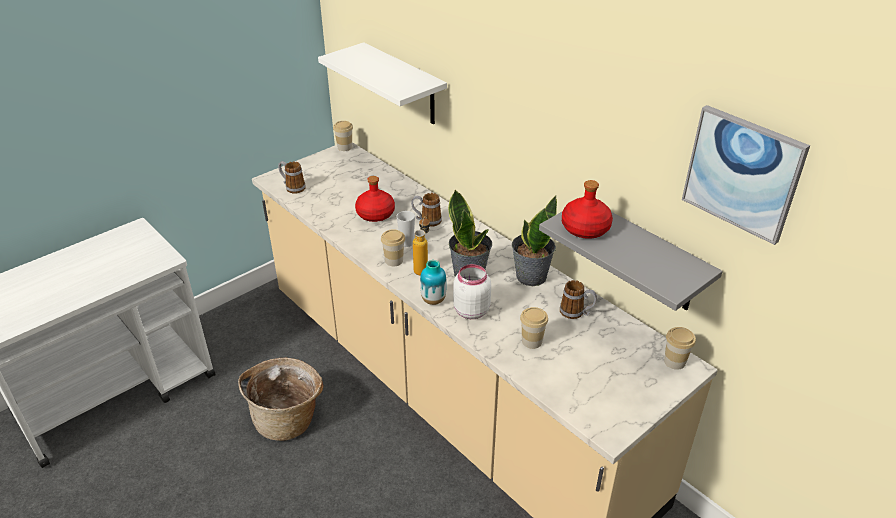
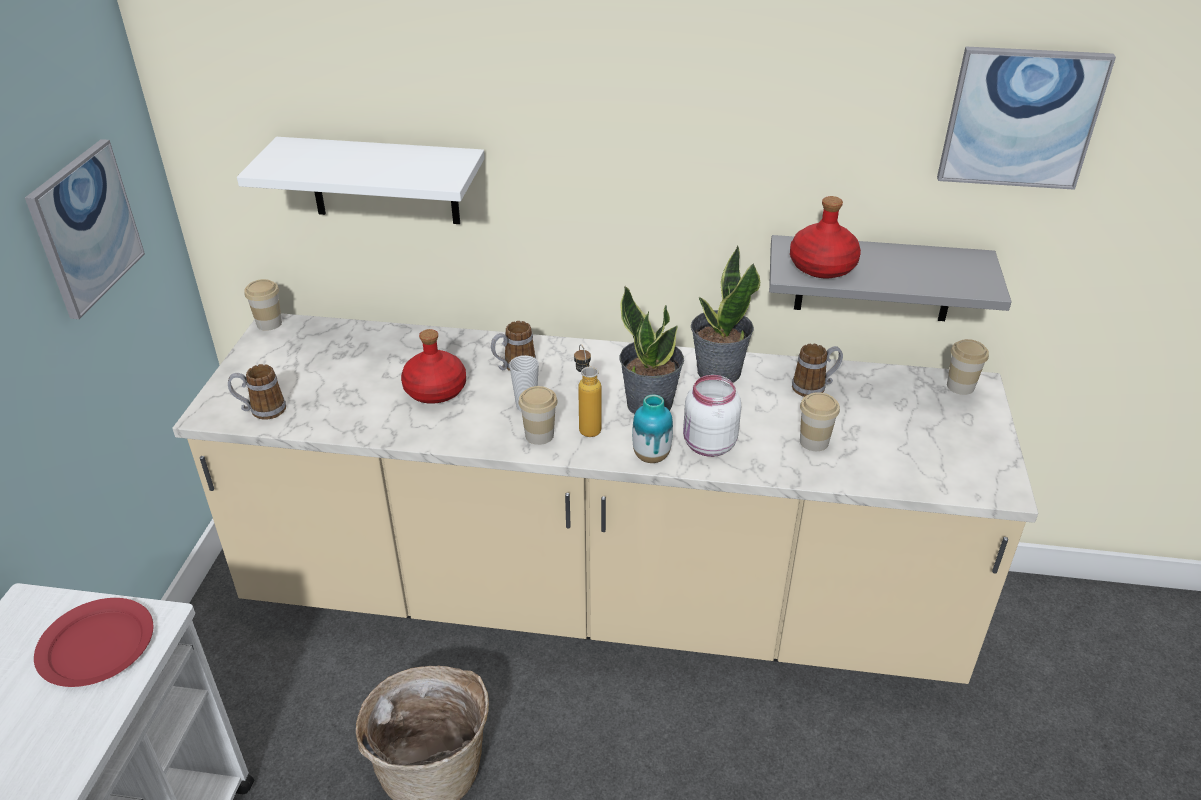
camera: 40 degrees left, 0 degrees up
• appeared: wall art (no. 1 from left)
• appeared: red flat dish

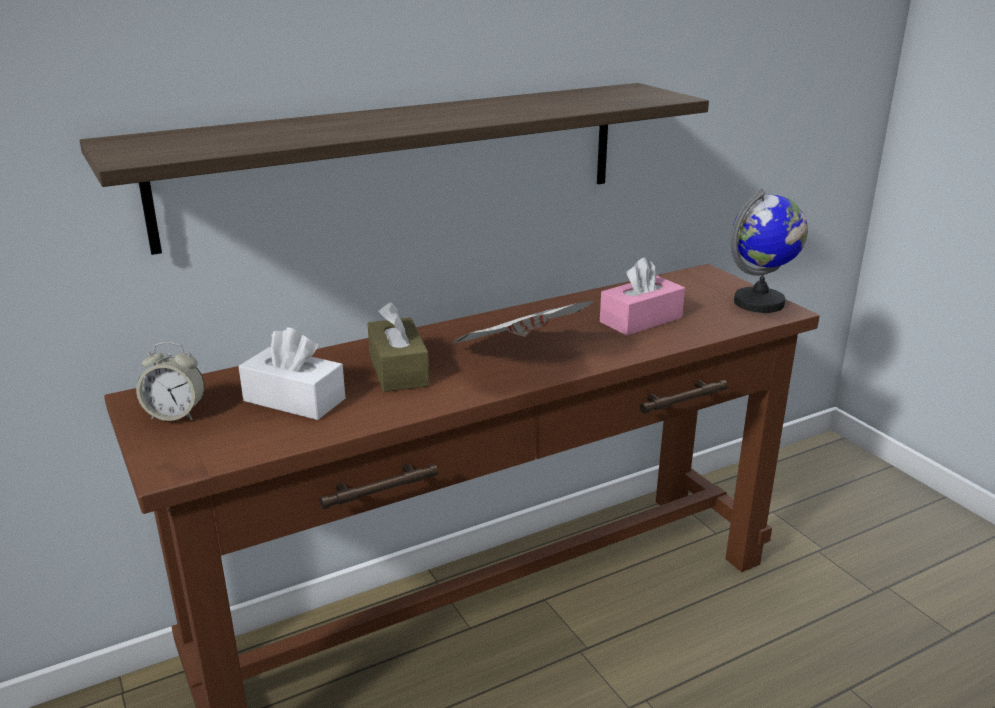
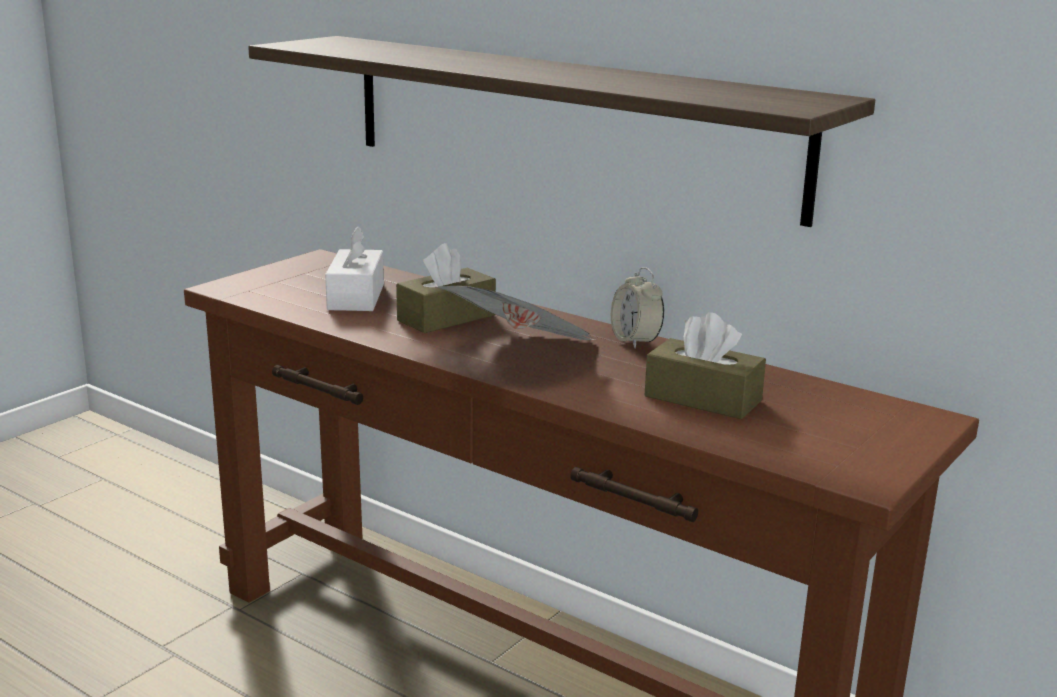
camera: 65 degrees right, 5 degrees down
• relocated: alarm clock
• colour: pink-coloured tissue holder to brown-coloured tissue holder (no. 2 from left)
• missing: world globe

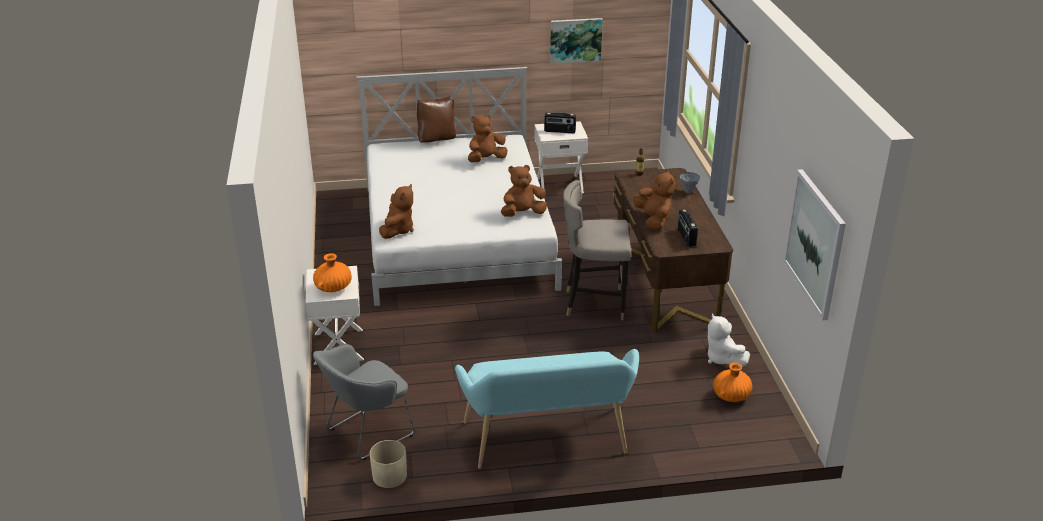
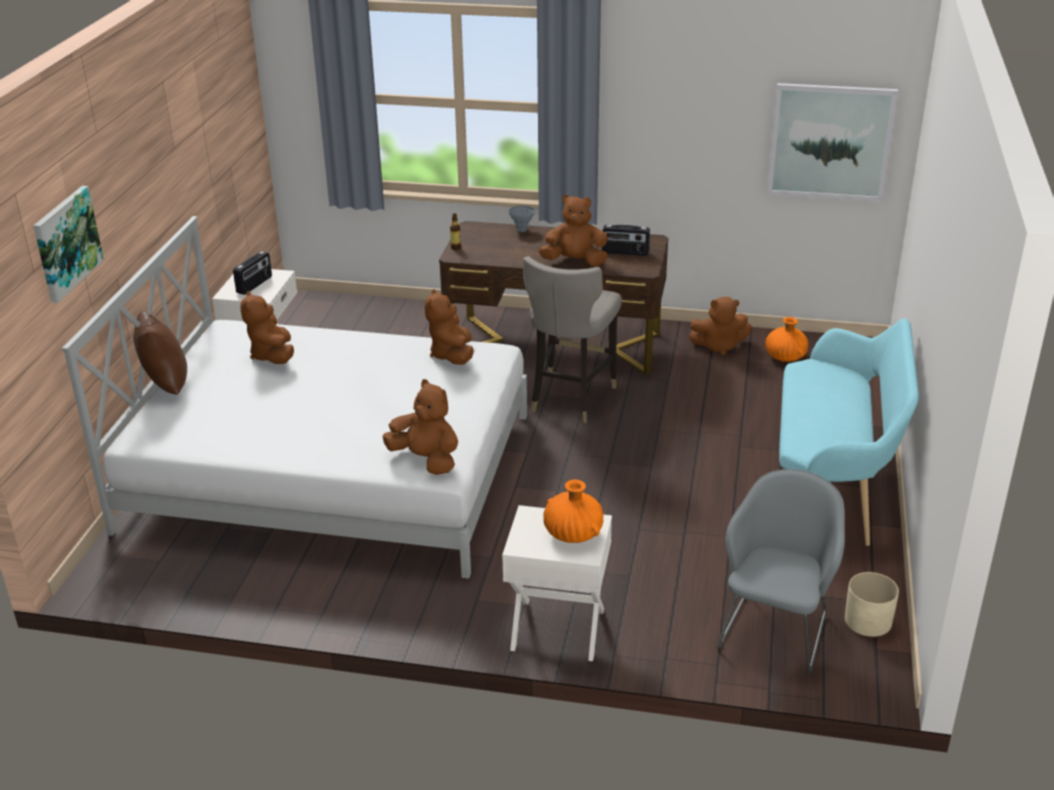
camera: 70 degrees left, 0 degrees up
• relocated: wall art (no. 1 from left)
• colour: white plush toy to brown-coloured plush toy (no. 5 from left)
• spun: gray armchair 135 degrees counterclockwise

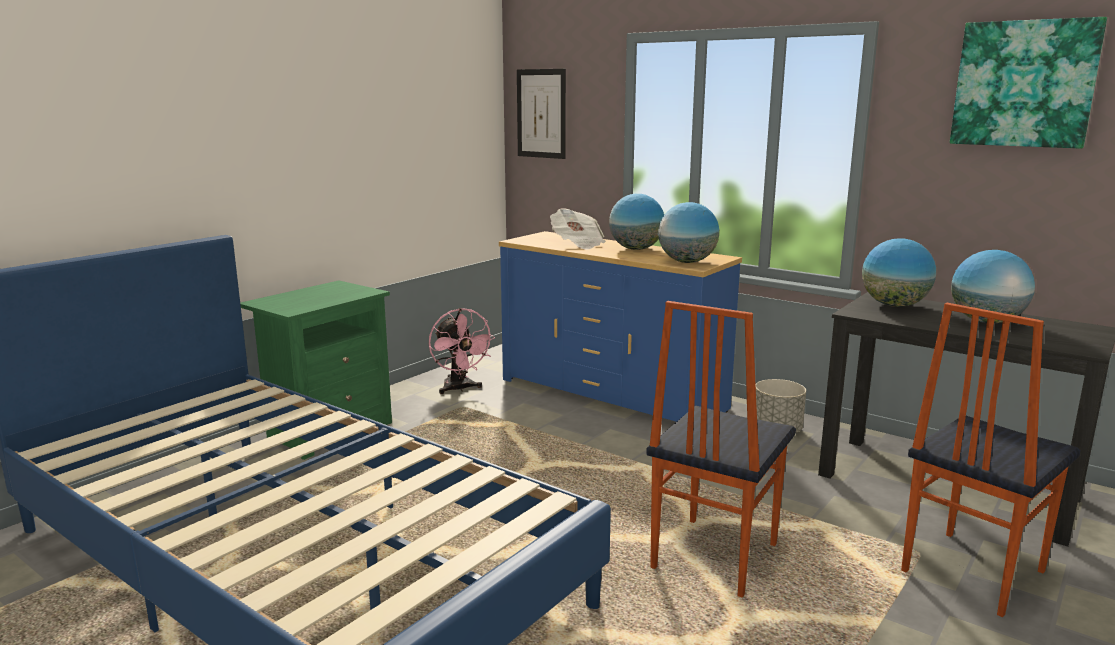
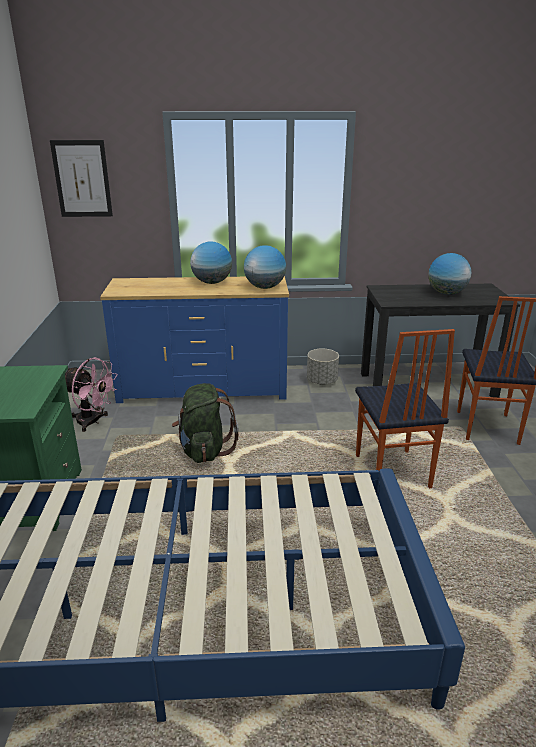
camera: 40 degrees left, 10 degrees up
• appeared: green-coloured backpack
• missing: newspaper
• missing: world globe (no. 3 from left)
• missing: wall art (no. 2 from left)

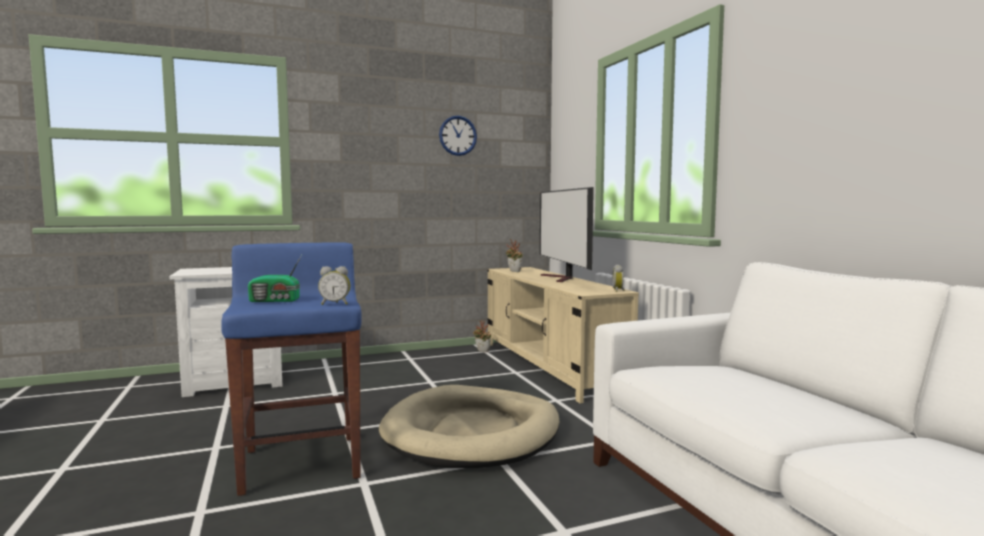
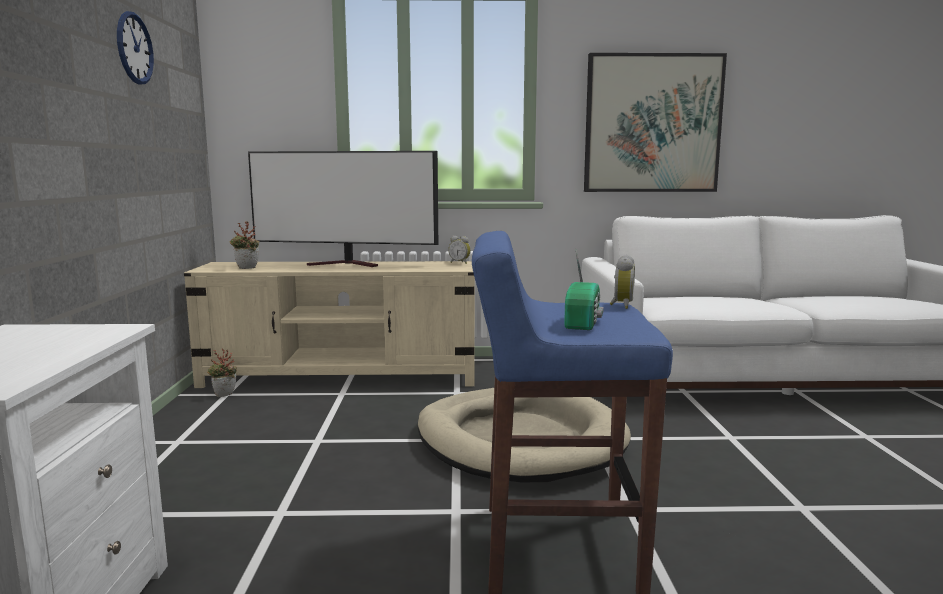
camera: 70 degrees left, 5 degrees up
• appeared: wall art

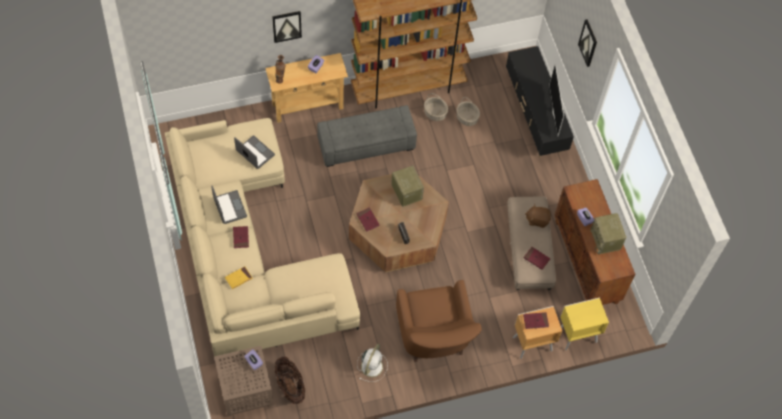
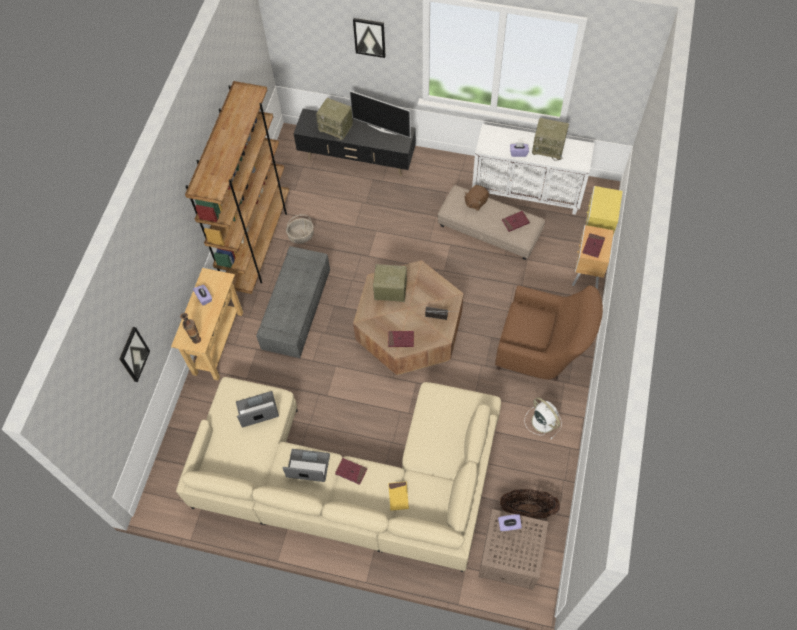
camera: 55 degrees left, 0 degrees up
• relocated: wall art (no. 1 from left)
• appeared: radio (no. 1 from left)
• colour: brown-coloured storage cabinet to white storage cabinet
• missing: basket (no. 3 from left)

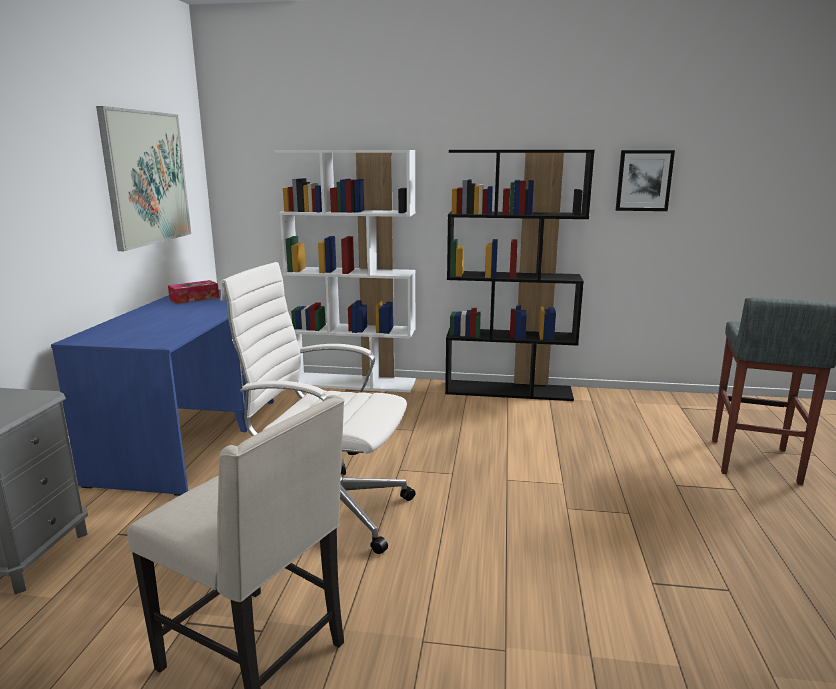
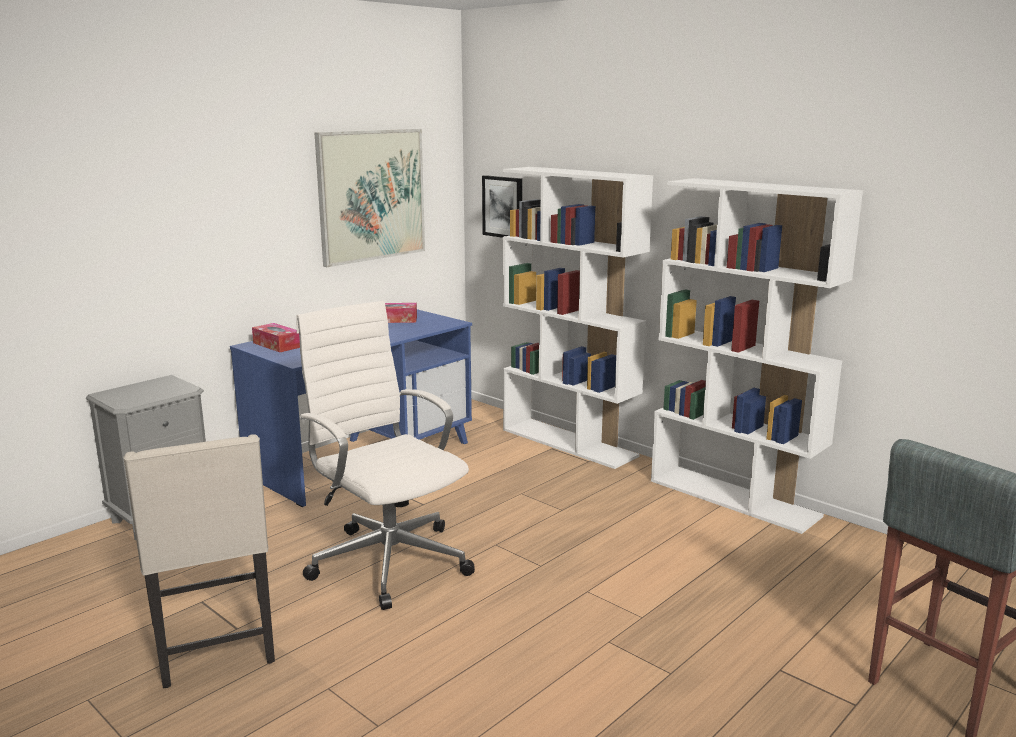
camera: 35 degrees right, 0 degrees up
• appeared: tissue holder (no. 1 from left)
• relocated: wall art (no. 2 from left)
• colour: black bookcase to white bookcase (no. 2 from left)

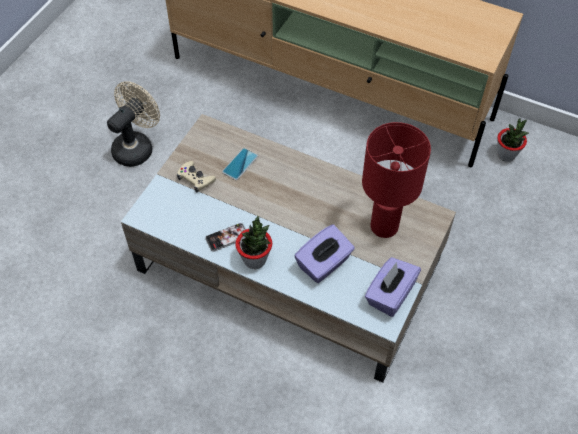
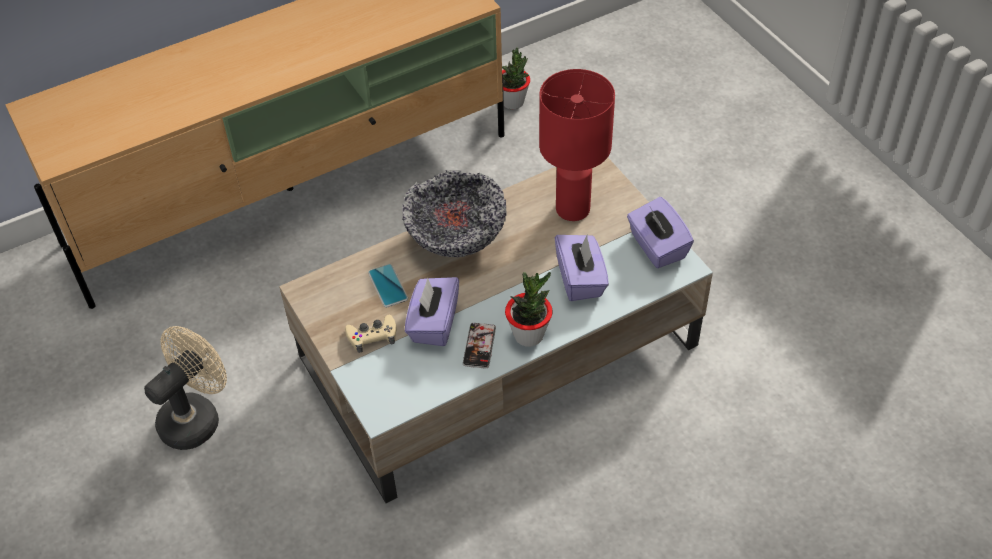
camera: 55 degrees left, 5 degrees down
• spun: sand-coloured fan 60 degrees clockwise
• appeared: bowl
• appeared: purple tissue holder (no. 1 from left)

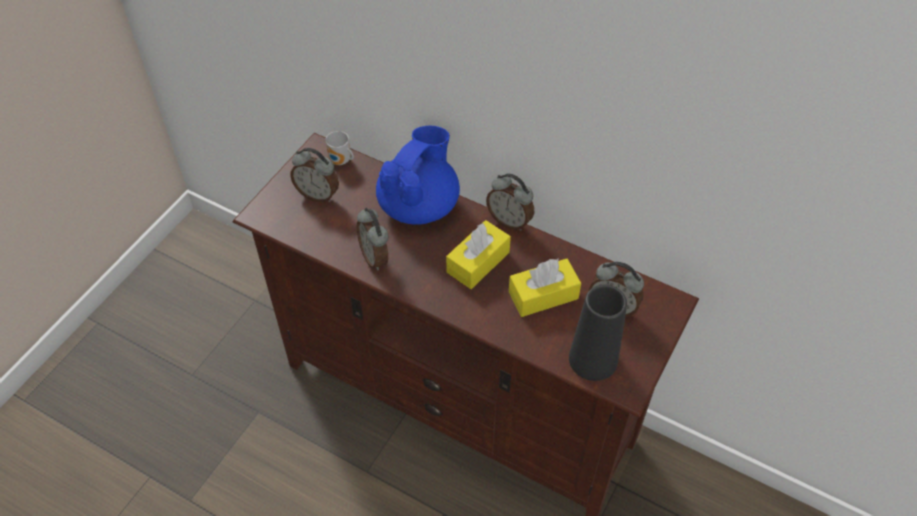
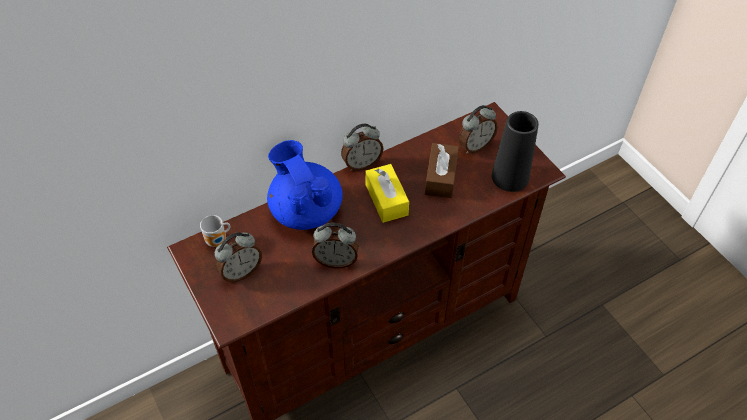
camera: 60 degrees left, 0 degrees up
• colour: yellow tissue holder (no. 2 from left) to brown-coloured tissue holder

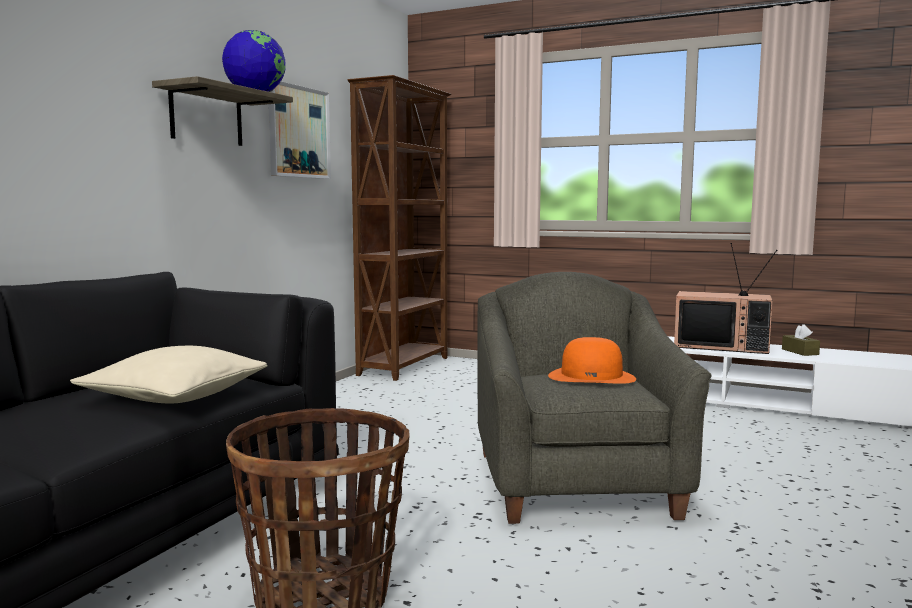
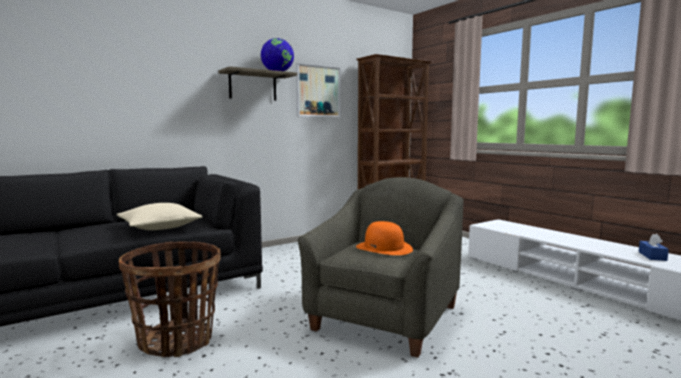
camera: 30 degrees right, 0 degrees up
• colour: brown-coloured tissue holder to blue tissue holder
• missing: TV

